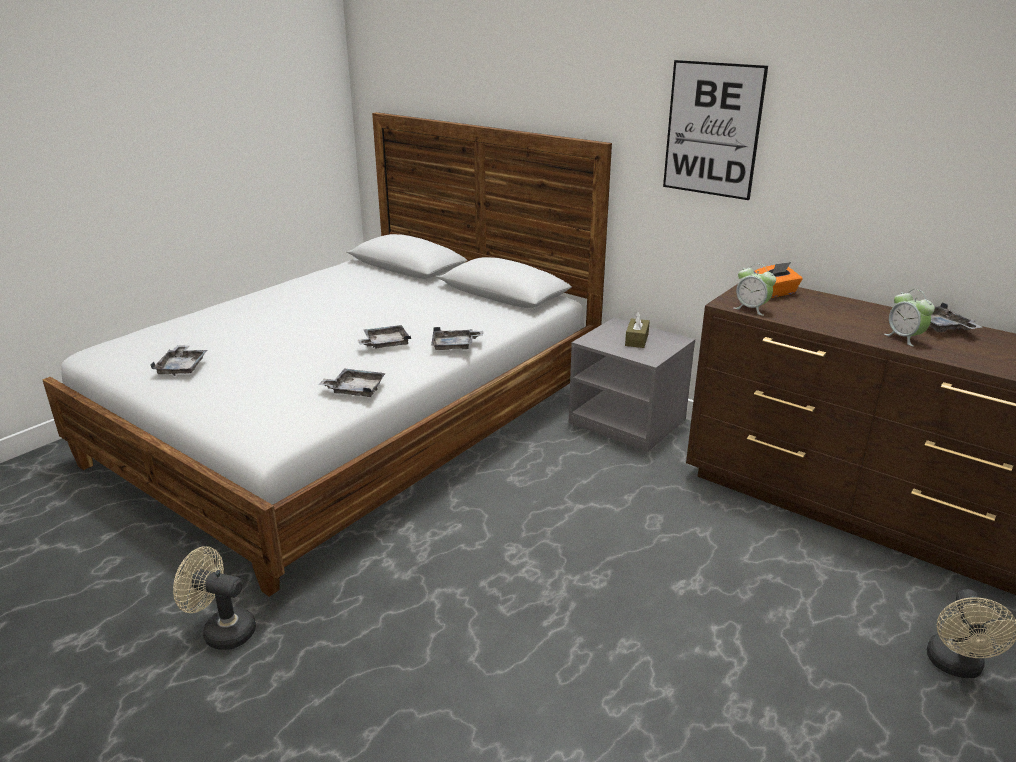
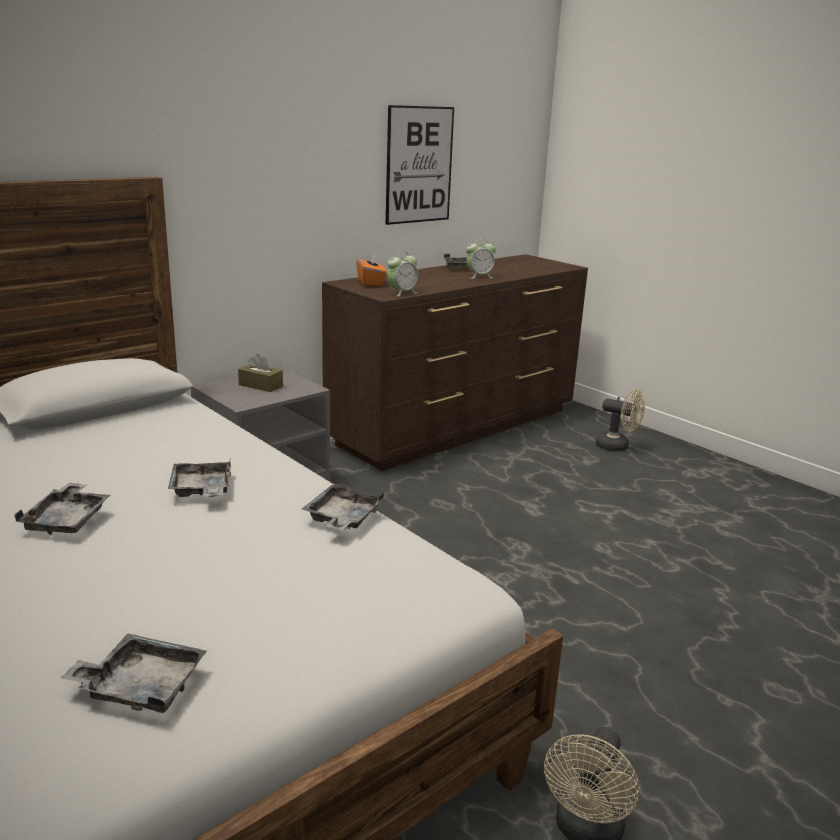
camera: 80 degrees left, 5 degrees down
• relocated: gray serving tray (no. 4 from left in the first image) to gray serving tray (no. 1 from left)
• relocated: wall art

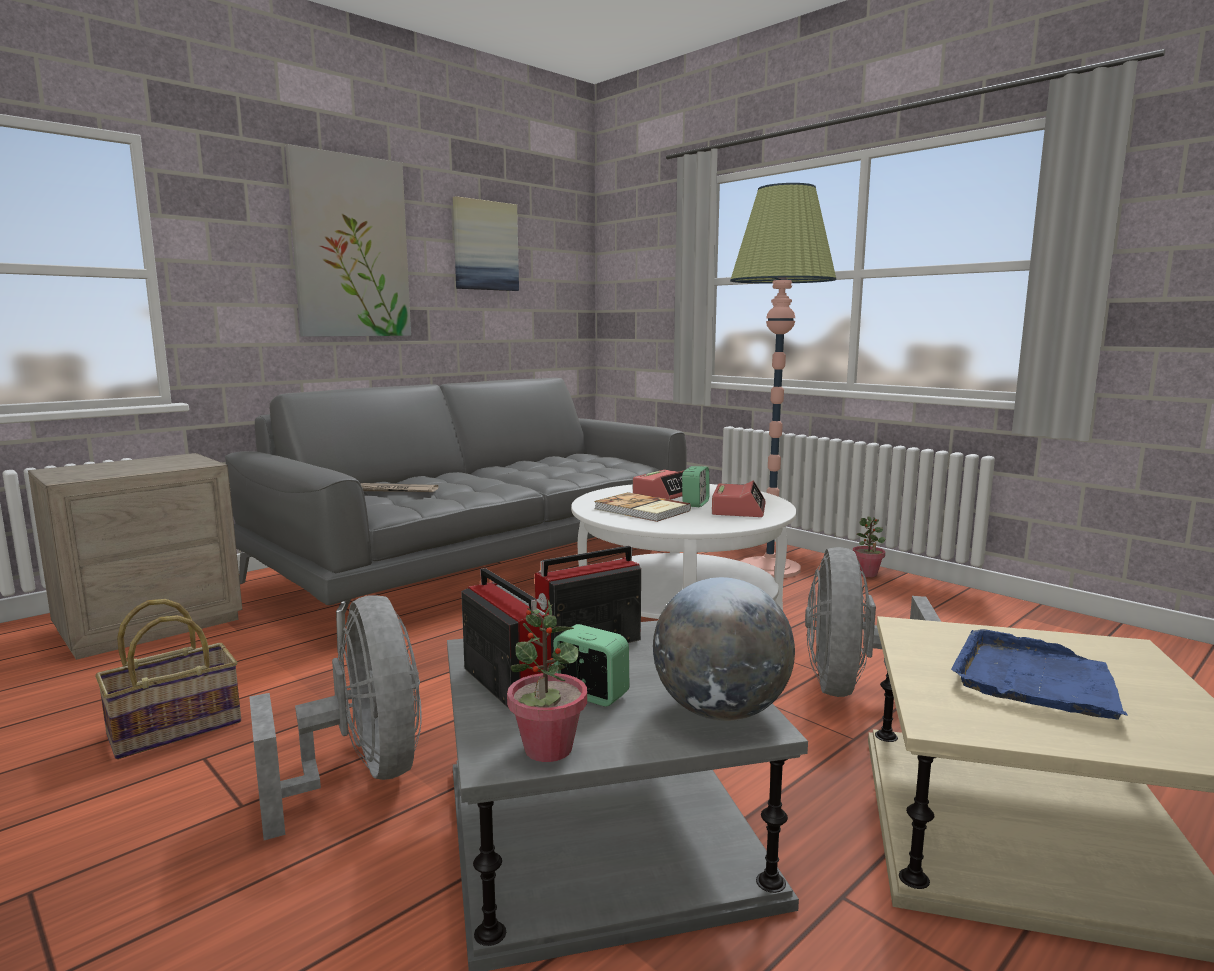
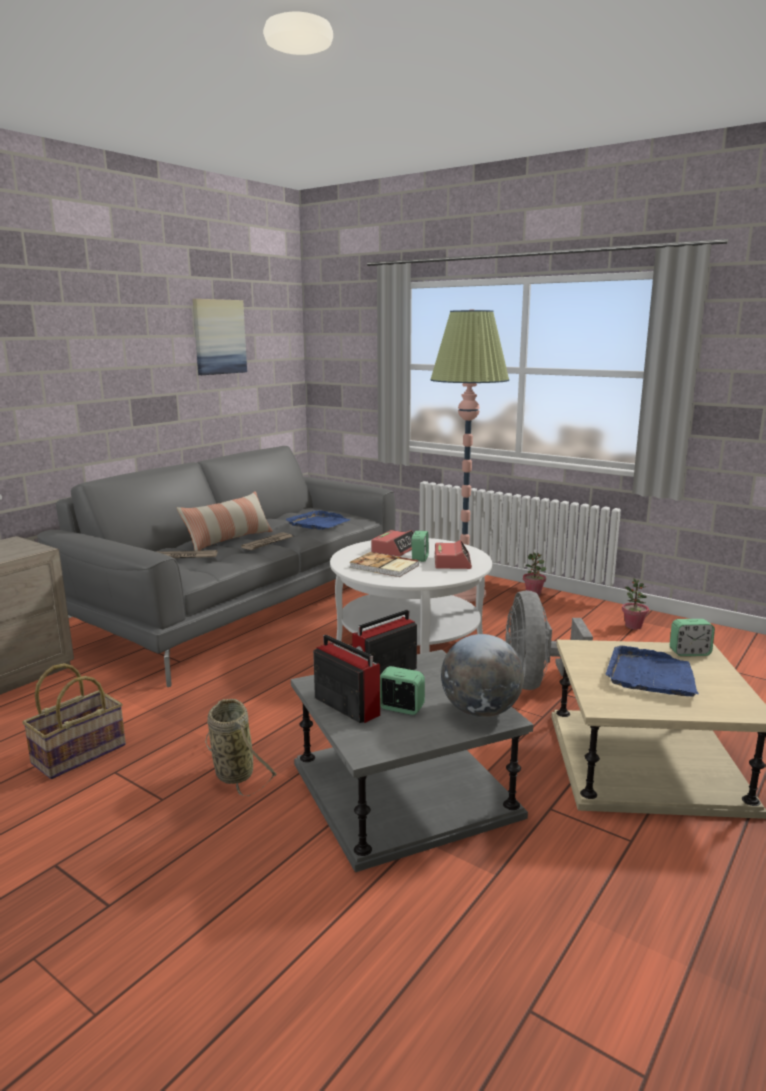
camera: 10 degrees left, 5 degrees up
• appeared: pillow
• exchanged: gray fan (no. 1 from left) to basket (no. 2 from left)
• appeared: newspaper (no. 2 from left)
• appeared: blue serving tray (no. 1 from left)
• relocated: plant in a pot (no. 1 from left in the first image) to plant in a pot (no. 2 from left)
• appeared: alarm clock (no. 5 from left)
• missing: wall art (no. 1 from left)

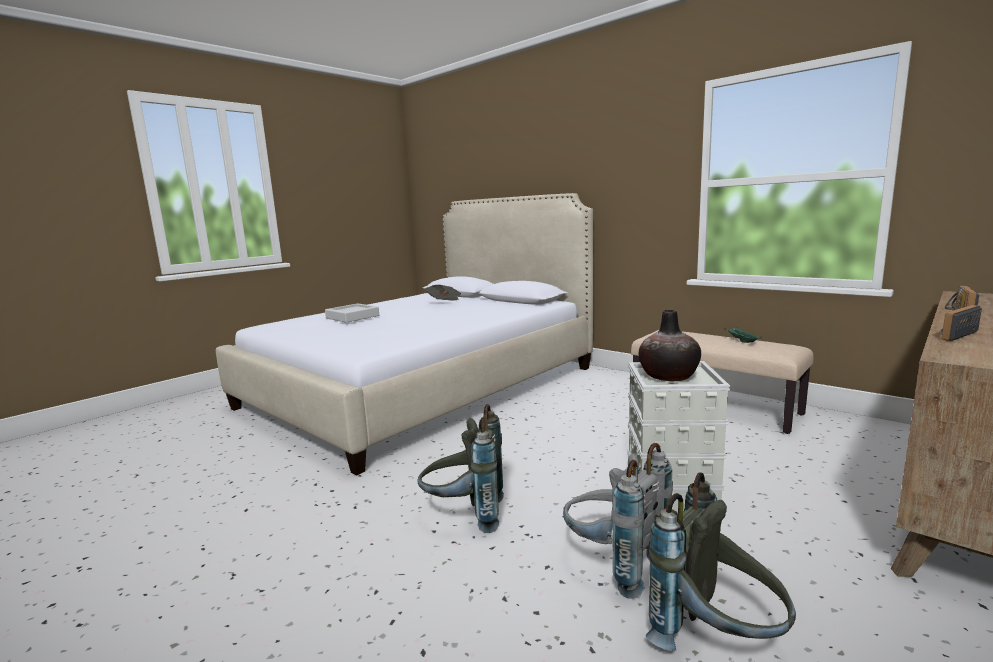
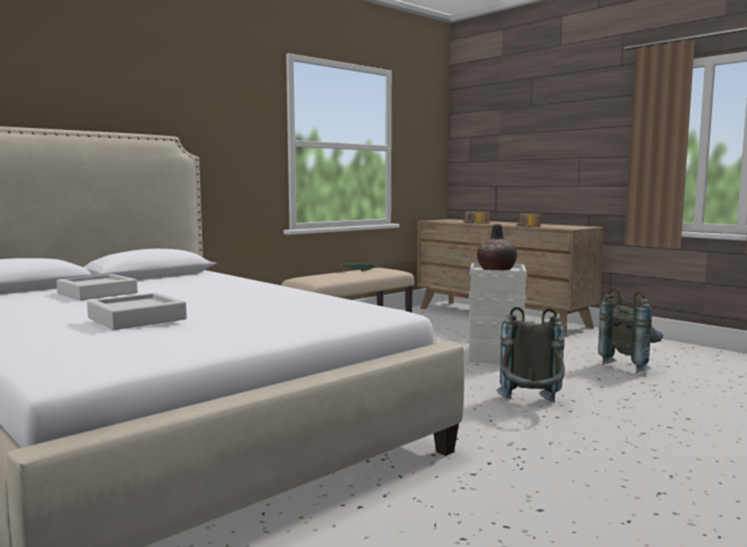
camera: 85 degrees left, 5 degrees down
• exchanged: newspaper to gray serving tray (no. 1 from left)
• missing: gray backpack (no. 2 from left)

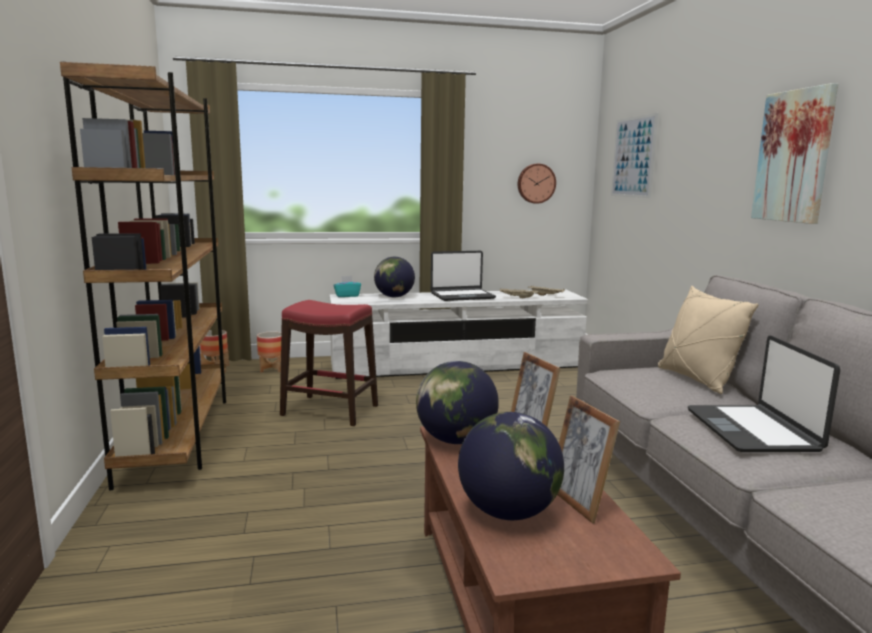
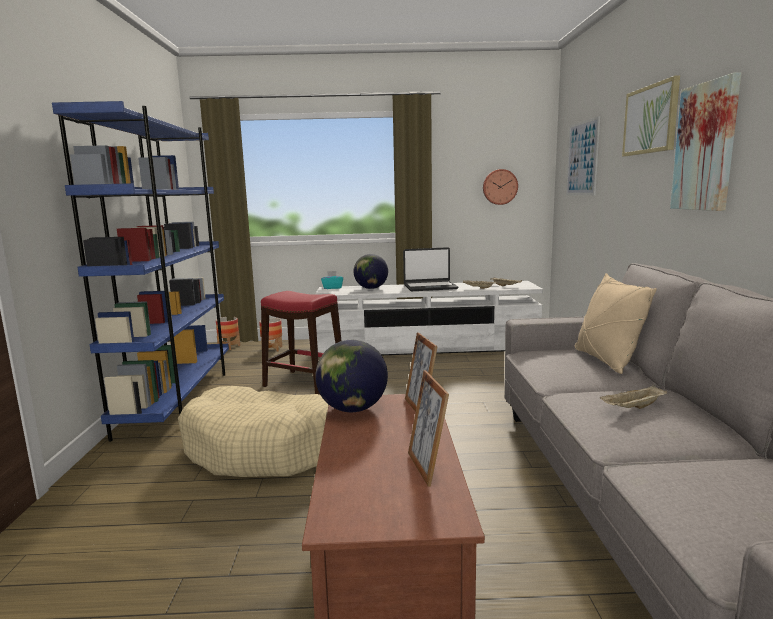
camera: 10 degrees right, 0 degrees up
• colour: brown-coloured bookcase to blue bookcase
• appeared: sand-coloured dog cushion
• exchanged: laptop (no. 2 from left) to sand-coloured serving tray (no. 3 from left)
• appeared: wall art (no. 2 from left)
• missing: world globe (no. 3 from left)

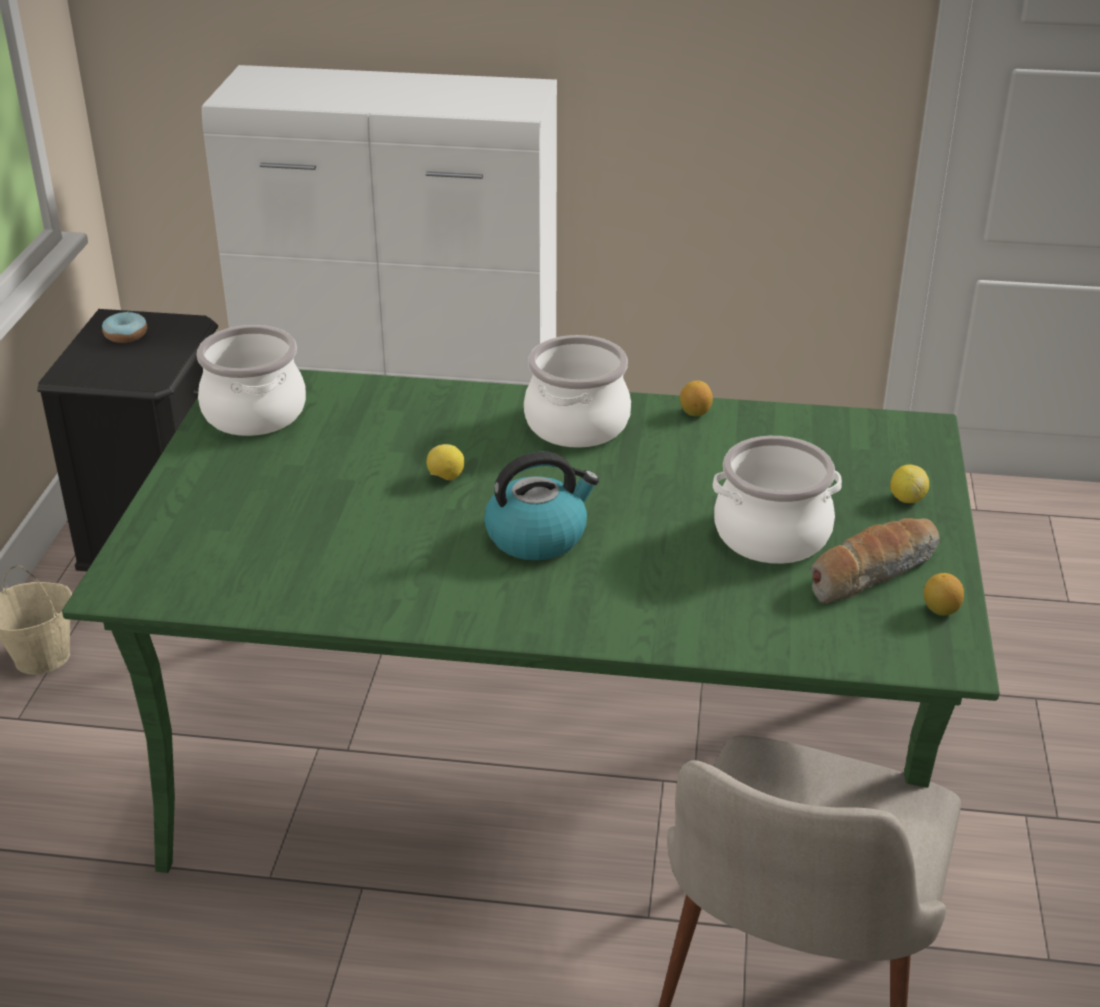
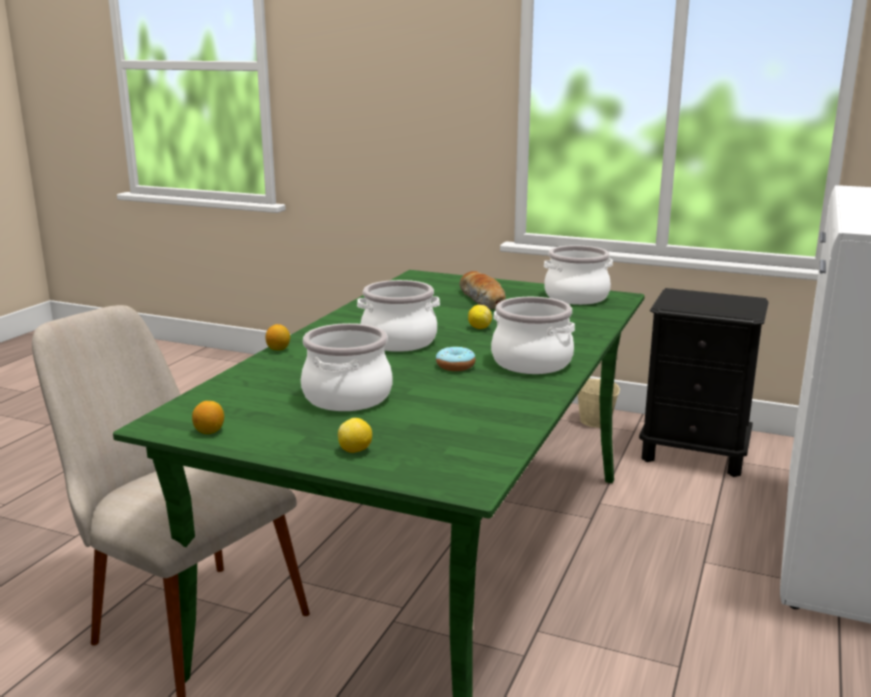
camera: 105 degrees right, 15 degrees down
• relocated: lemon (no. 2 from left)
• exchanged: tea kettle to cooking pot (no. 2 from left)
• relocated: doughnut
• relocated: bread

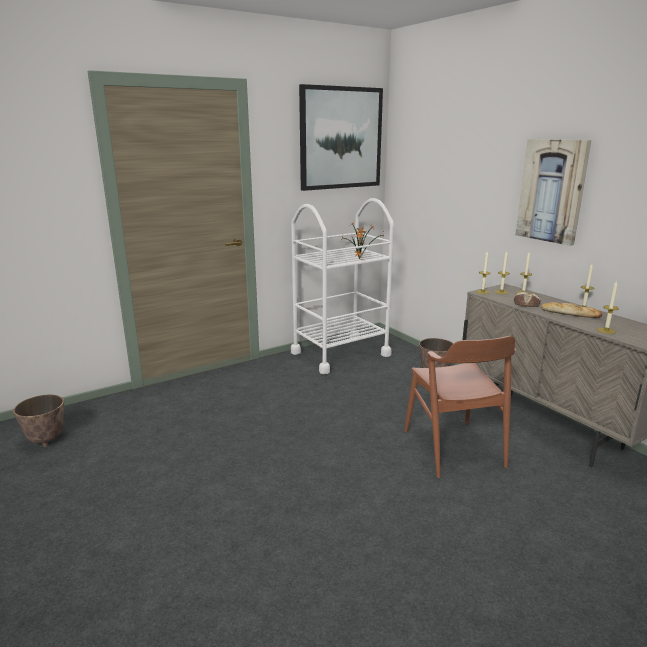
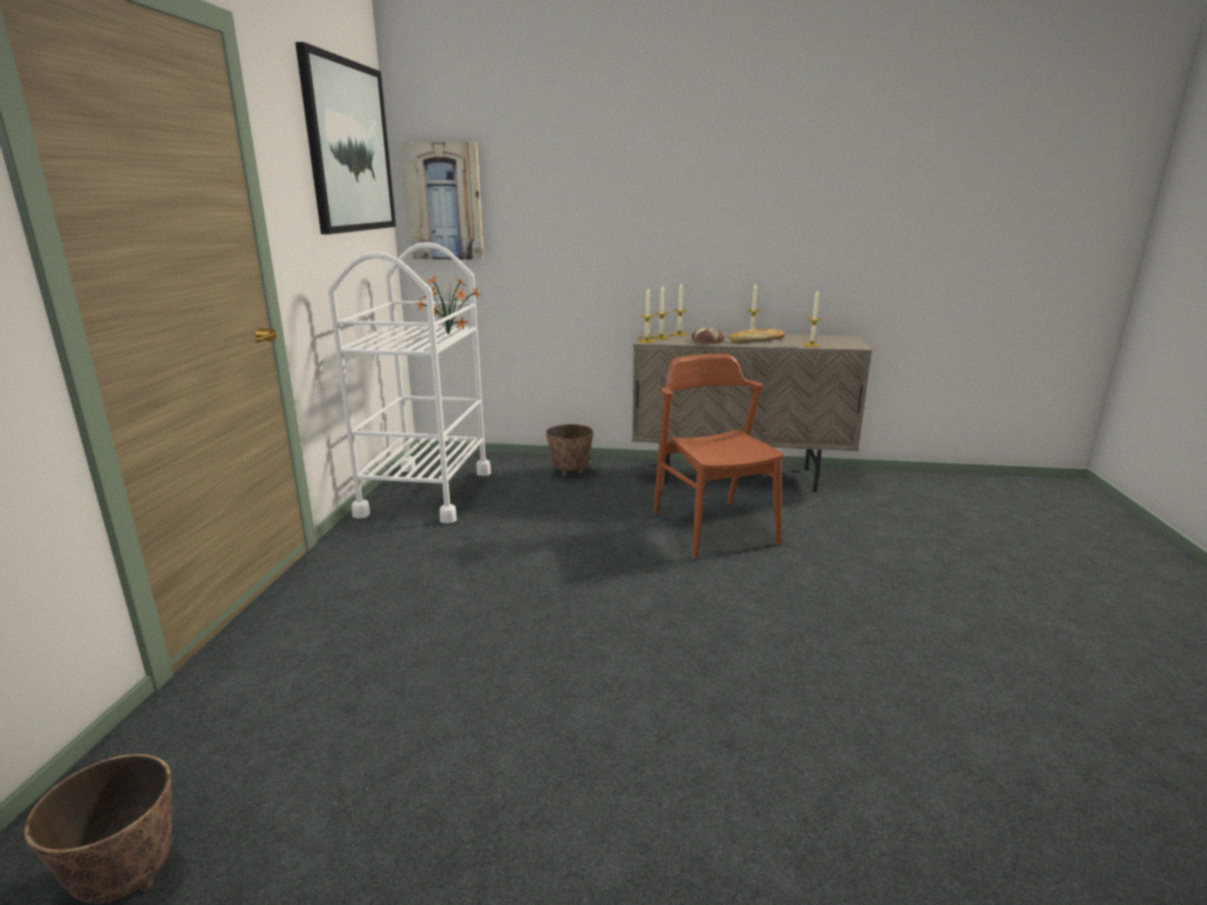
camera: 50 degrees left, 0 degrees up
• relocated: wall art (no. 2 from left)
• spun: brown-coloured plain chair 135 degrees counterclockwise

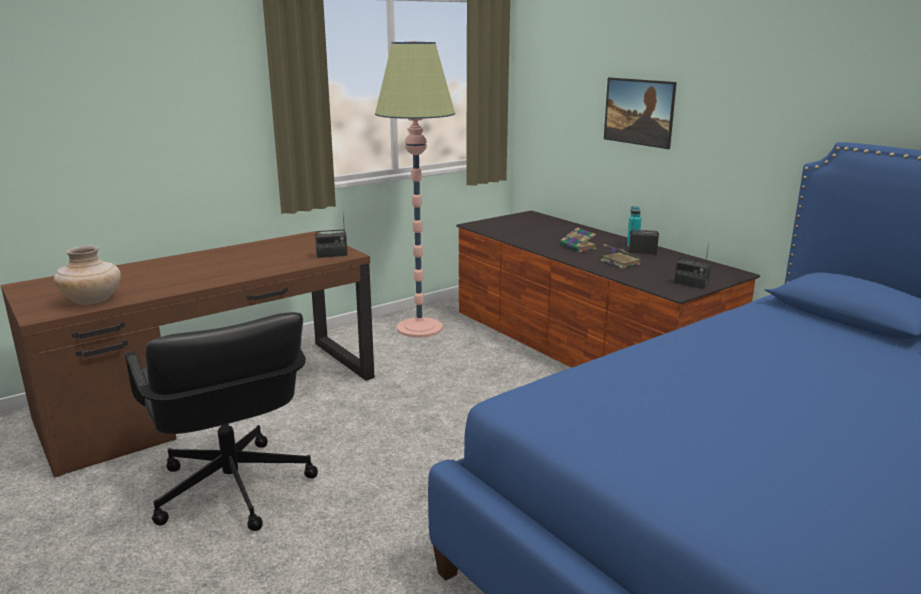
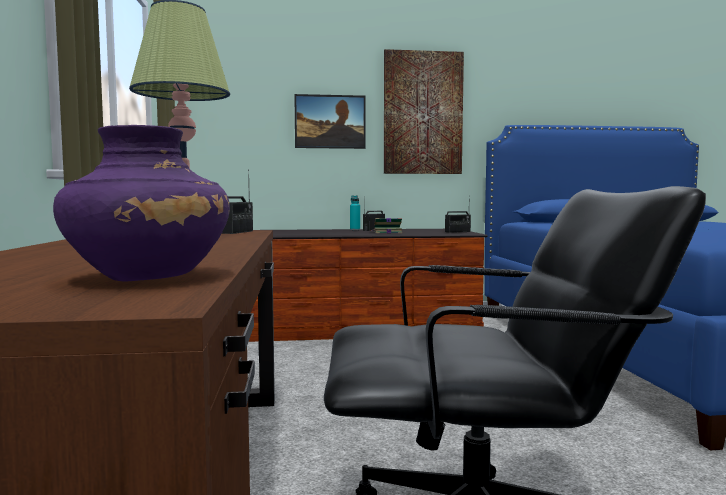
camera: 60 degrees left, 15 degrees down
• colour: sand-coloured flower vase to purple flower vase
• appeared: wall art (no. 2 from left)
• missing: volume (no. 1 from left)

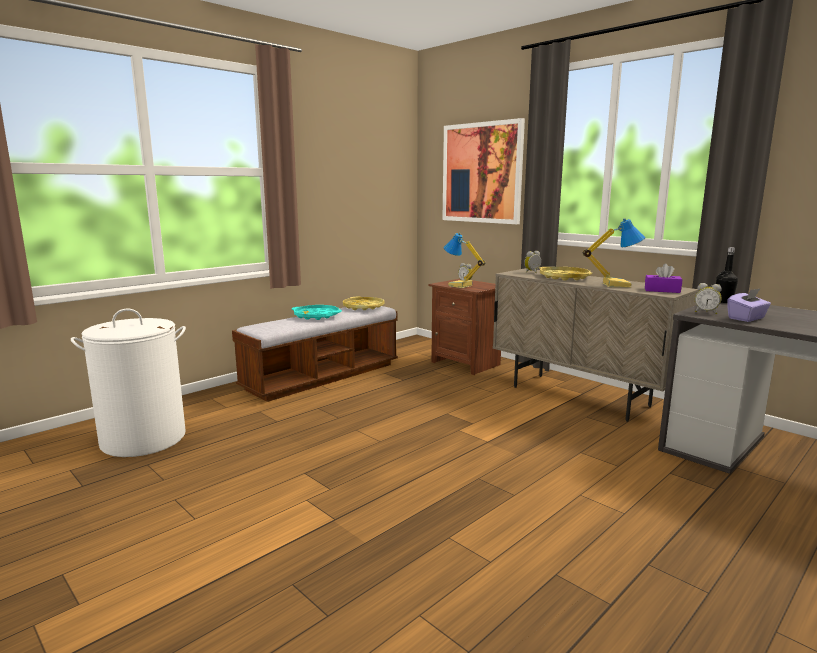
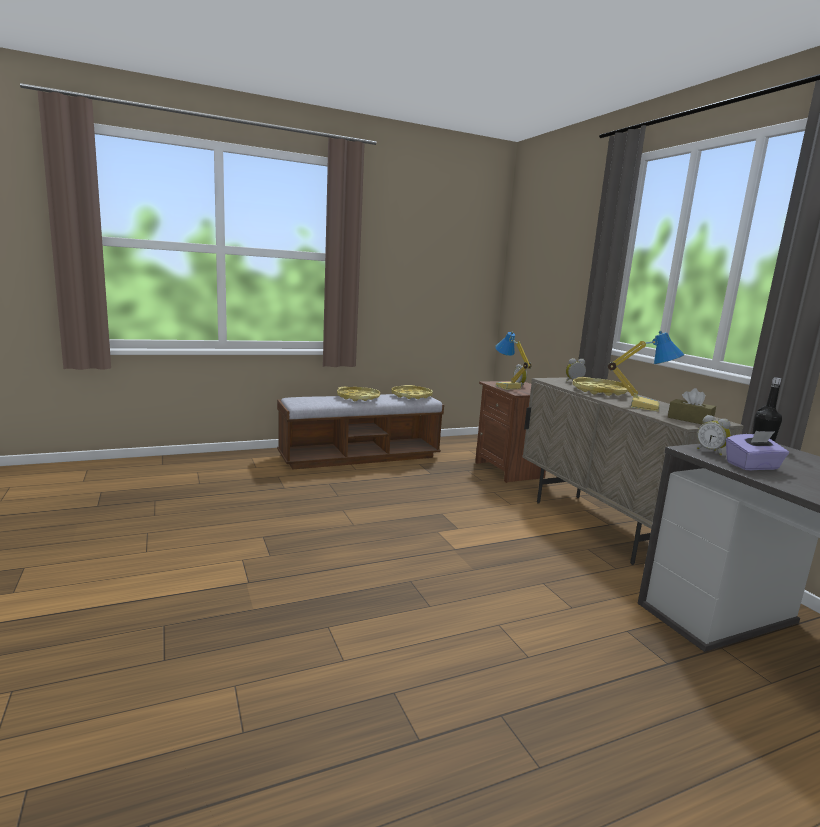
camera: 20 degrees right, 0 degrees up
• colour: blue-green serving tray to yellow serving tray (no. 1 from left)
• colour: purple tissue holder (no. 1 from left) to brown-coloured tissue holder
• missing: white hamper
• missing: wall art

